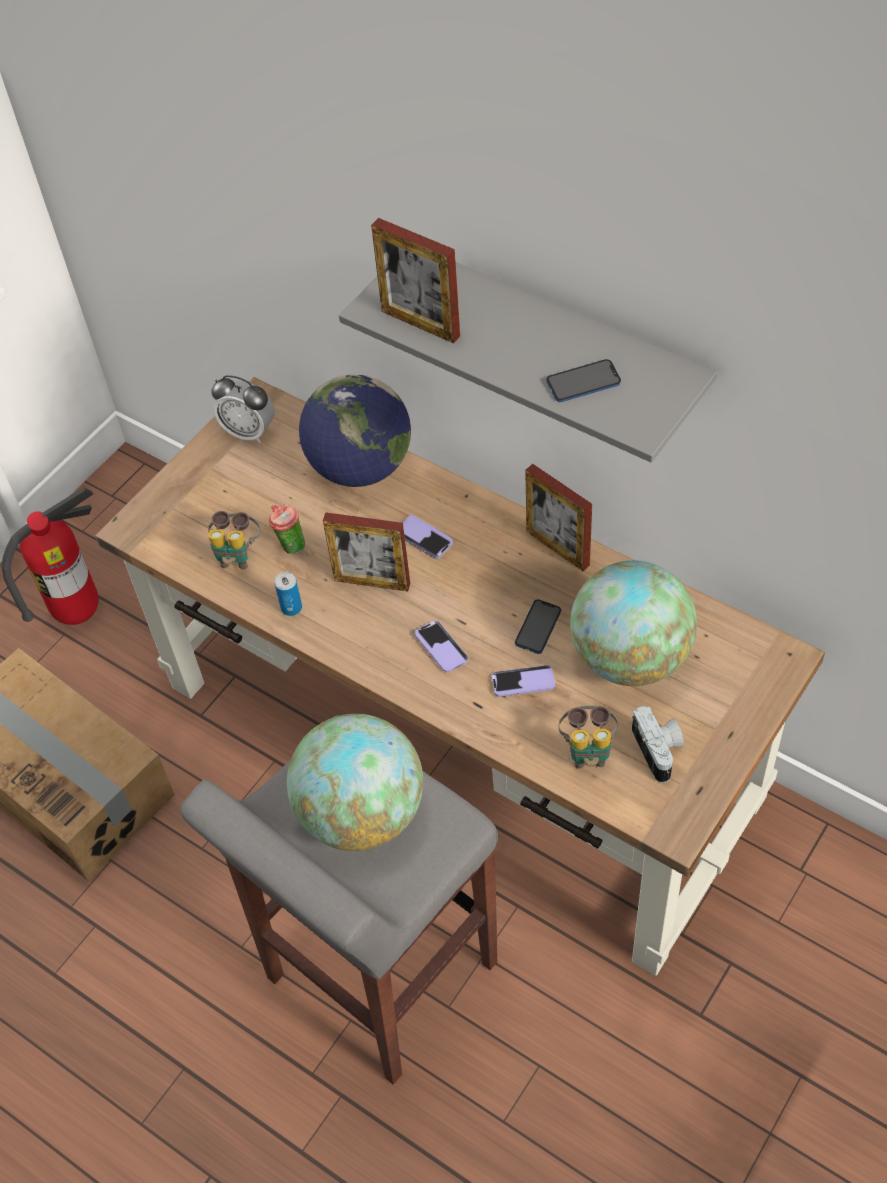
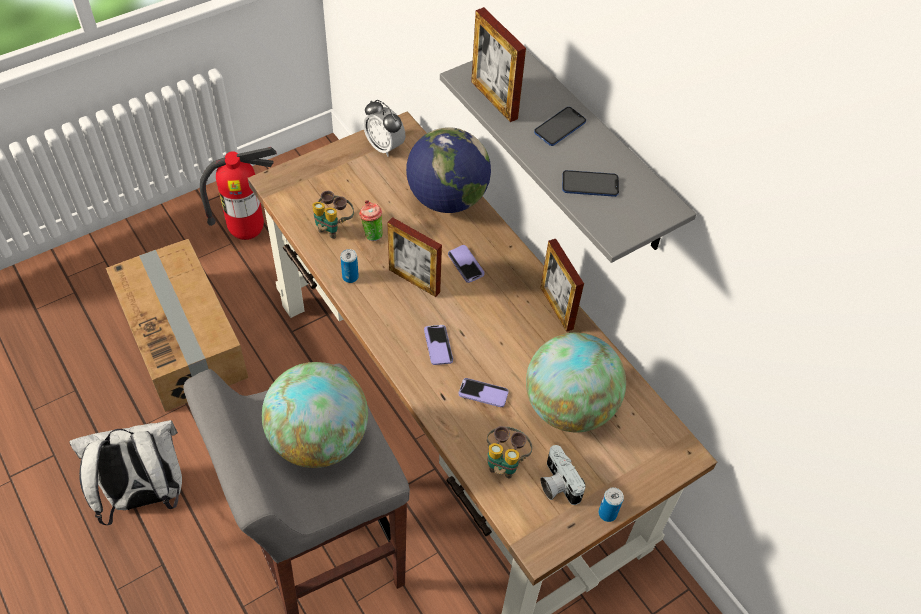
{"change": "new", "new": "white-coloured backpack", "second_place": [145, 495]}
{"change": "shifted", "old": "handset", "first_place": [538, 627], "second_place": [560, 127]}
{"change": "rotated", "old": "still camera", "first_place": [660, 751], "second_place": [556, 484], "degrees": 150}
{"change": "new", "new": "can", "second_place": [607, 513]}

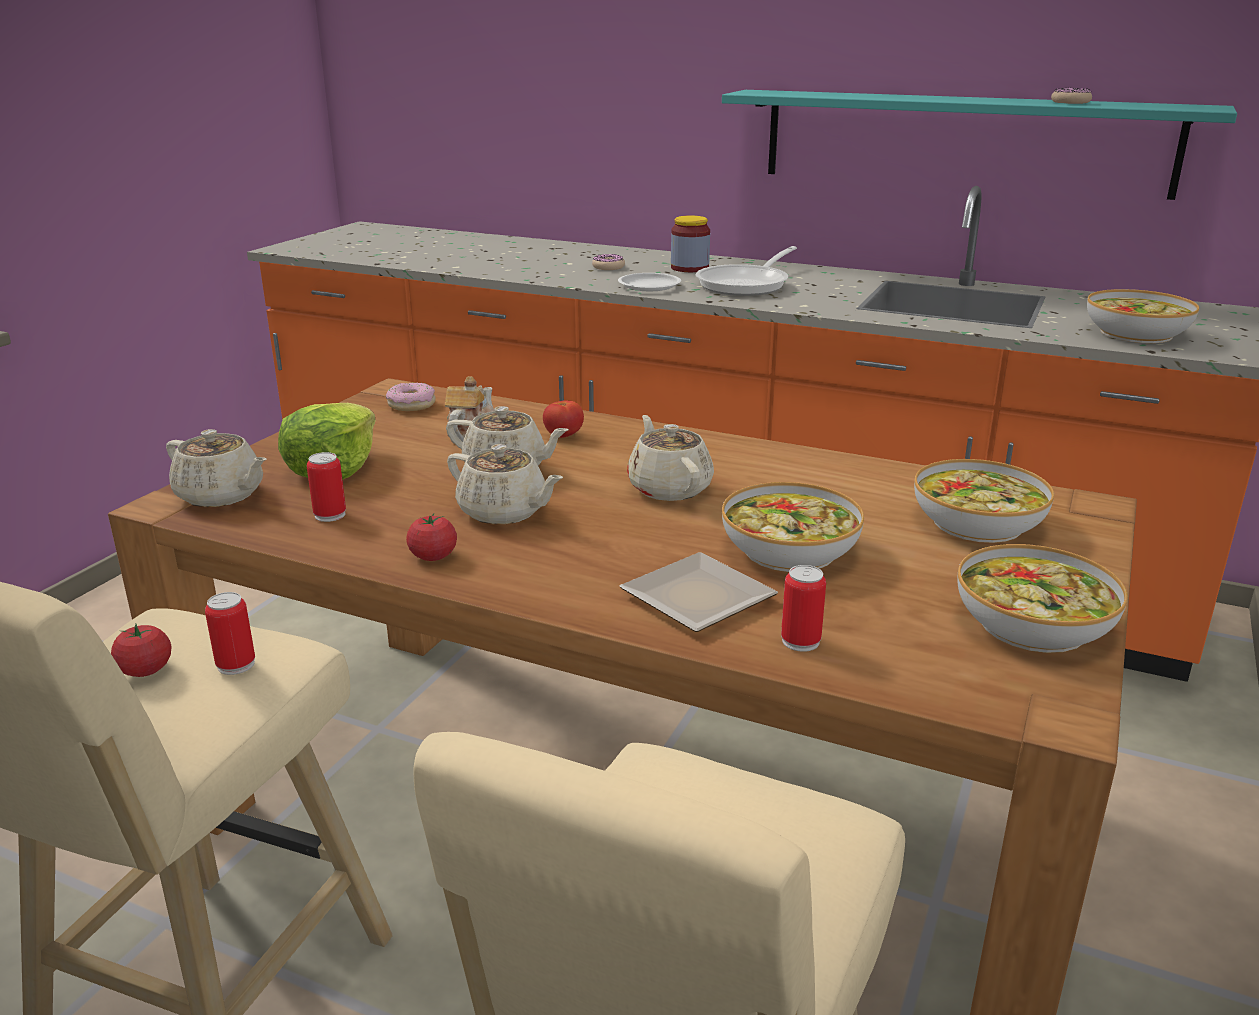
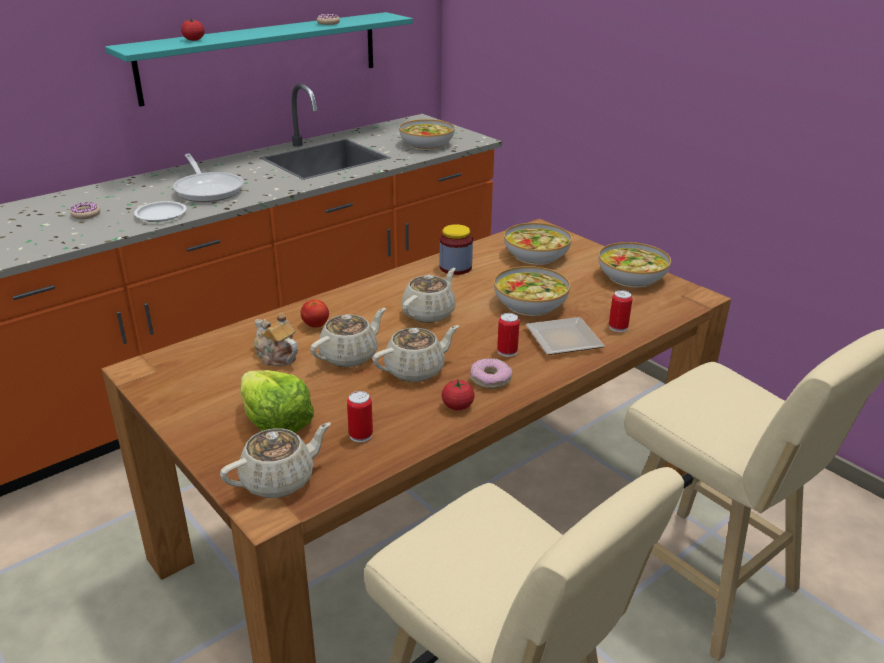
{"change": "shifted", "old": "tomato", "first_place": [145, 670], "second_place": [194, 40]}
{"change": "rotated", "old": "beige-coloured pot for tea", "first_place": [669, 488], "second_place": [429, 313], "degrees": 120}
{"change": "shifted", "old": "jar", "first_place": [689, 268], "second_place": [455, 267]}
{"change": "shifted", "old": "doughnut", "first_place": [412, 404], "second_place": [490, 379]}
{"change": "shifted", "old": "can", "first_place": [236, 664], "second_place": [507, 351]}

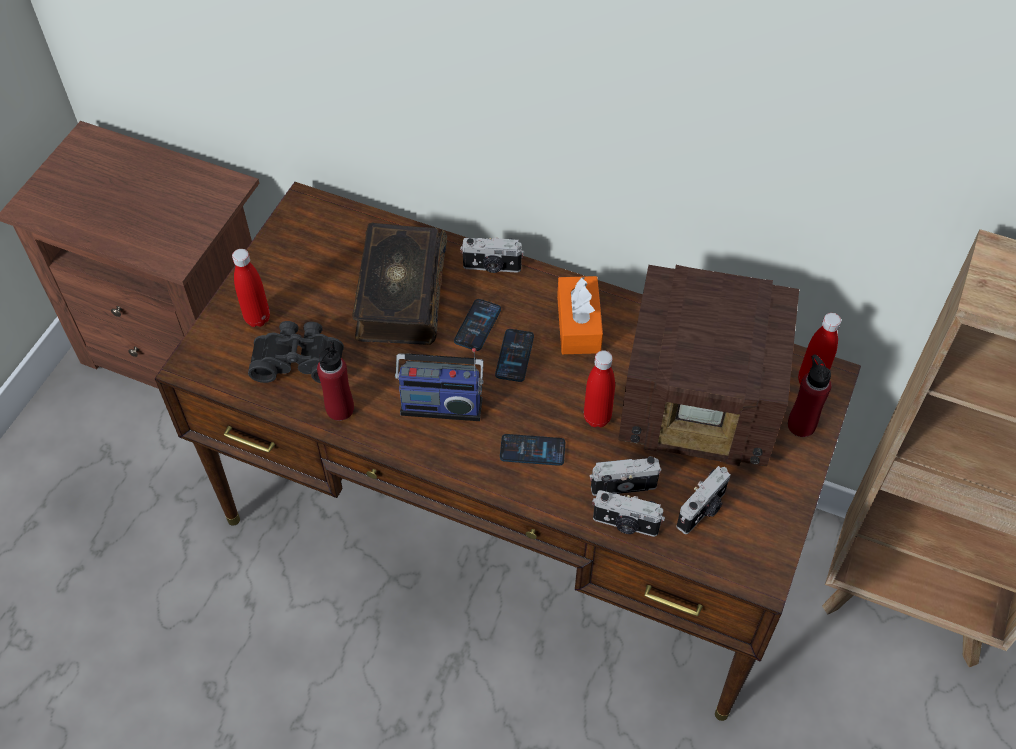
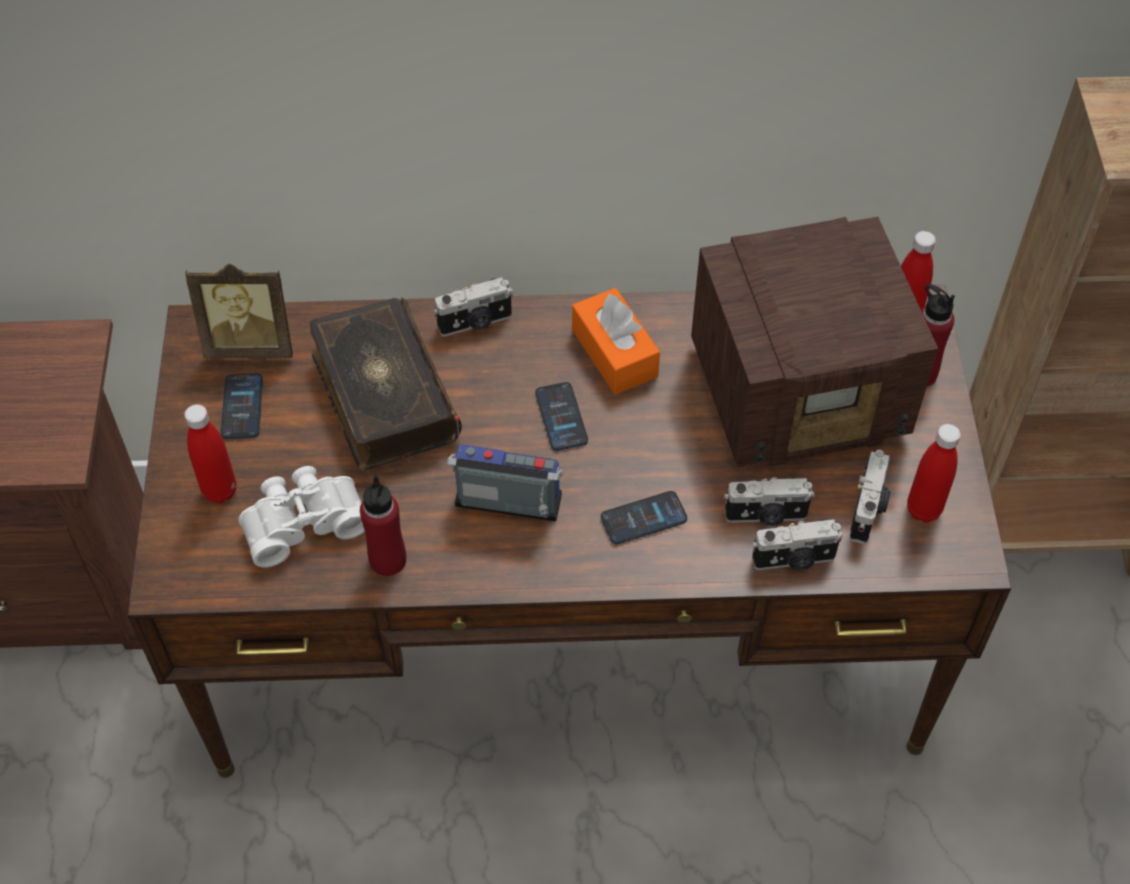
{"change": "new", "new": "photo frame", "second_place": [251, 344]}
{"change": "shifted", "old": "handset", "first_place": [477, 325], "second_place": [242, 407]}
{"change": "repainted", "old": "black binoculars", "new": "white-coloured binoculars", "first_place": [299, 359], "second_place": [303, 521]}
{"change": "rotated", "old": "radio set", "first_place": [441, 403], "second_place": [507, 506], "degrees": -150}
{"change": "rotated", "old": "still camera", "first_place": [623, 484], "second_place": [766, 516], "degrees": -150}
{"change": "shifted", "old": "reddish bottle", "first_place": [597, 418], "second_place": [923, 510]}

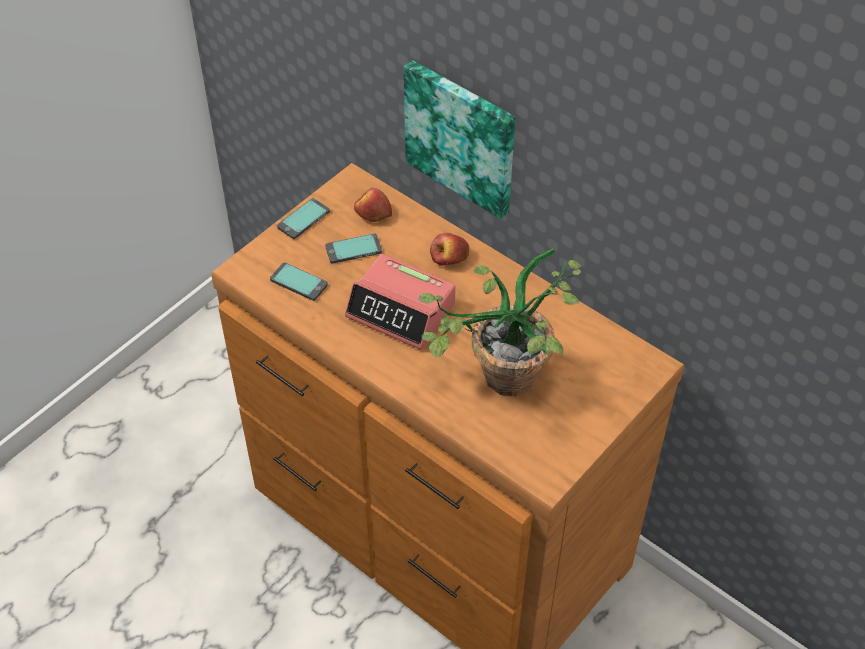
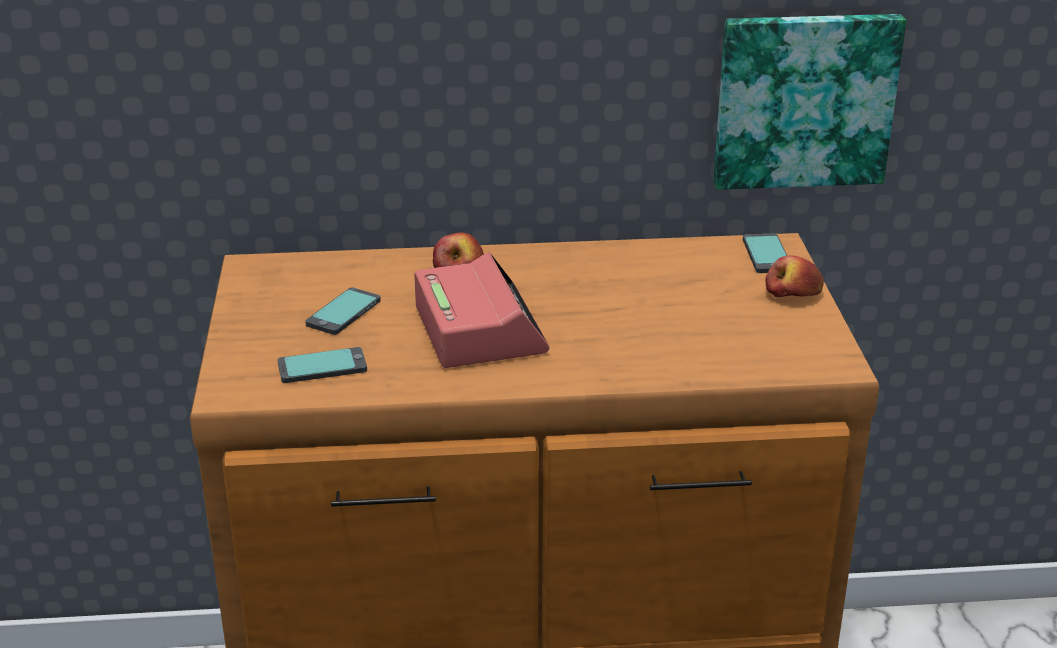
{"change": "rotated", "old": "table clock", "first_place": [401, 310], "second_place": [479, 329], "degrees": -90}
{"change": "shifted", "old": "picture", "first_place": [462, 137], "second_place": [804, 100]}
{"change": "shifted", "old": "handset", "first_place": [303, 219], "second_place": [767, 255]}
{"change": "shifted", "old": "apple fruit", "first_place": [372, 213], "second_place": [793, 294]}
{"change": "gone", "old": "houseplant", "first_place": [499, 384]}

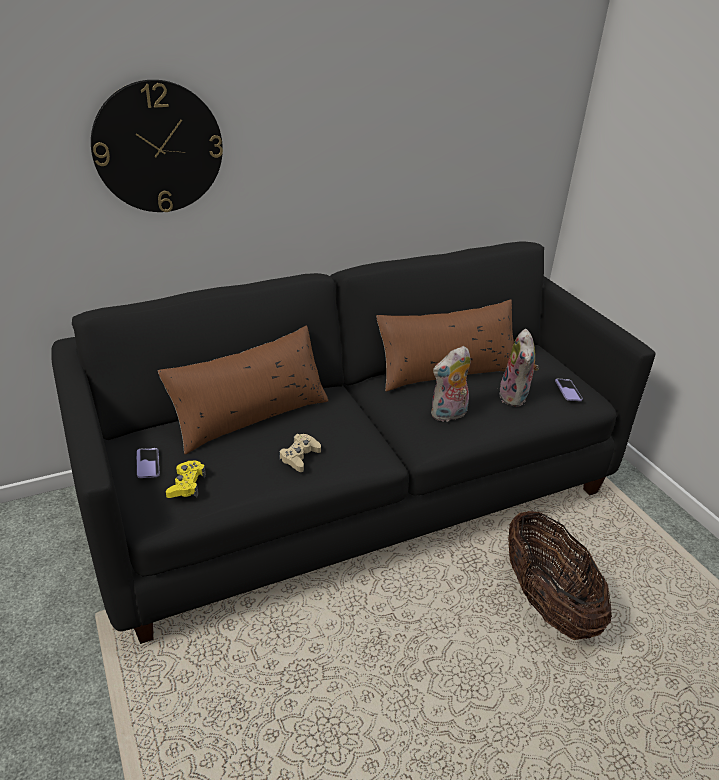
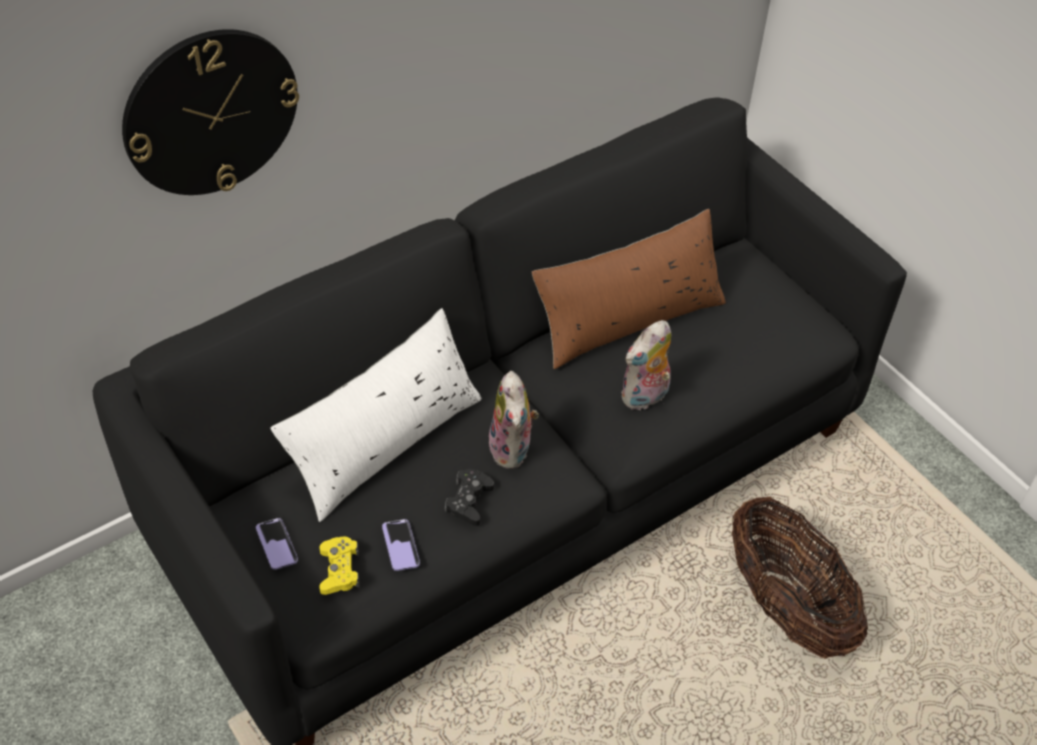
{"change": "repainted", "old": "brownish throw pillow", "new": "white-coloured throw pillow", "first_place": [250, 416], "second_place": [385, 443]}
{"change": "shifted", "old": "handset", "first_place": [568, 391], "second_place": [400, 546]}
{"change": "repainted", "old": "beige-coloured gamepad", "new": "black gamepad", "first_place": [299, 457], "second_place": [469, 501]}
{"change": "shifted", "old": "soft toy", "first_place": [515, 397], "second_place": [513, 450]}

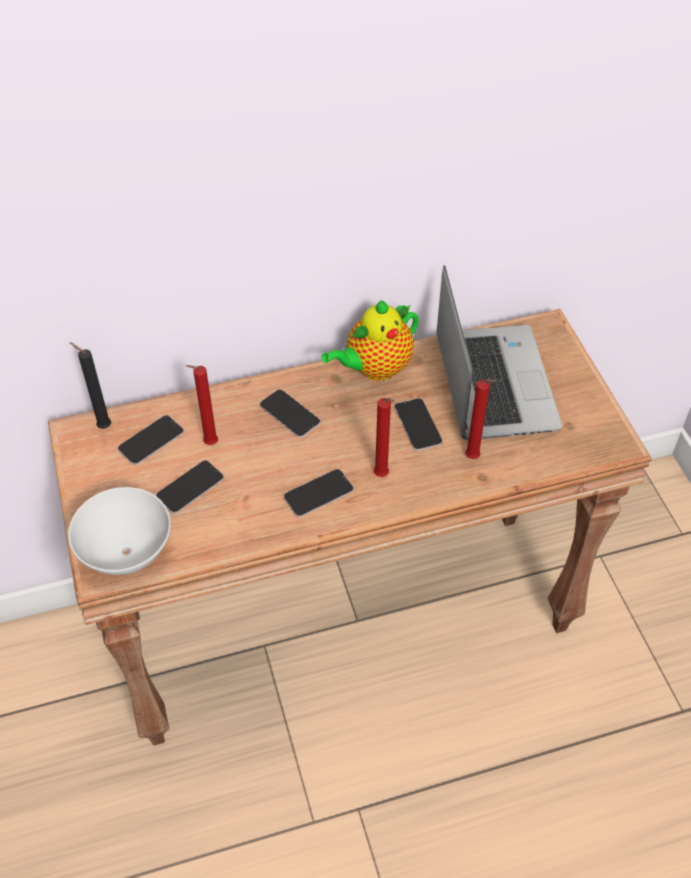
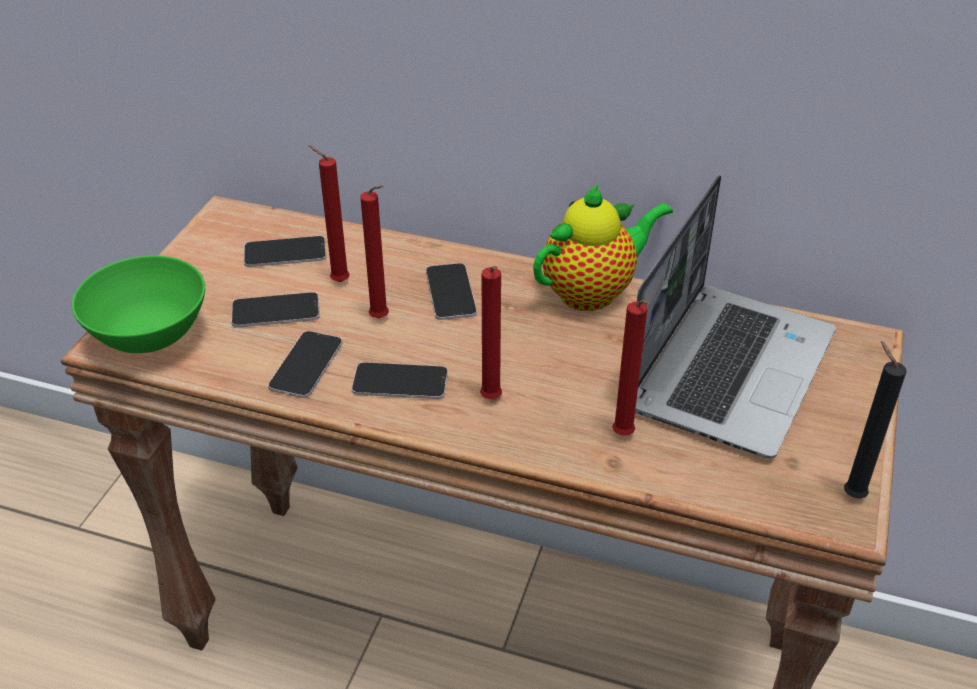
{"change": "repainted", "old": "white-coloured bowl", "new": "greenish bowl", "first_place": [127, 552], "second_place": [152, 339]}
{"change": "shifted", "old": "handset", "first_place": [418, 425], "second_place": [306, 365]}
{"change": "new", "new": "reddish candle", "second_place": [382, 319]}
{"change": "rotated", "old": "pot for tea", "first_place": [375, 369], "second_place": [593, 292], "degrees": 150}
{"change": "shifted", "old": "black candle", "first_place": [102, 426], "second_place": [850, 494]}

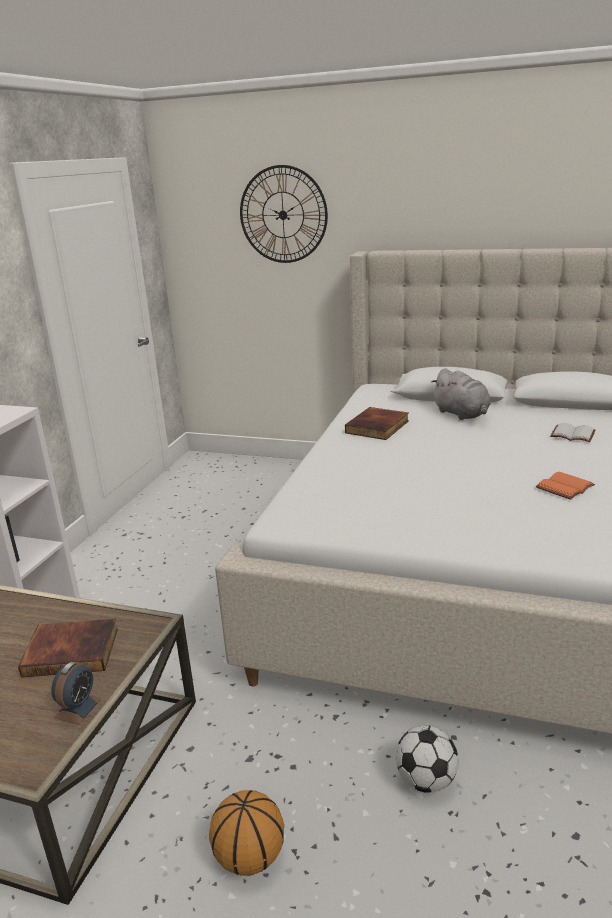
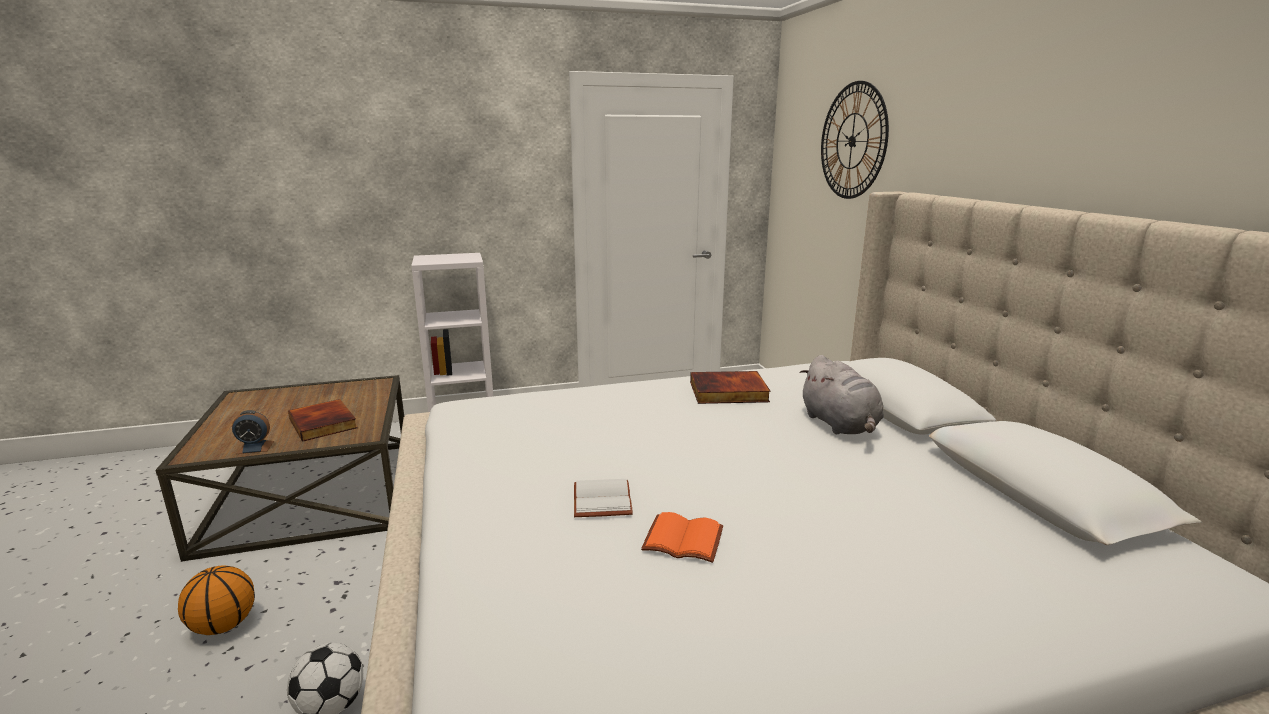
{"change": "shifted", "old": "white-coloured bound book", "first_place": [571, 435], "second_place": [600, 499]}
{"change": "rotated", "old": "greyish soft toy", "first_place": [462, 414], "second_place": [840, 425], "degrees": -45}

